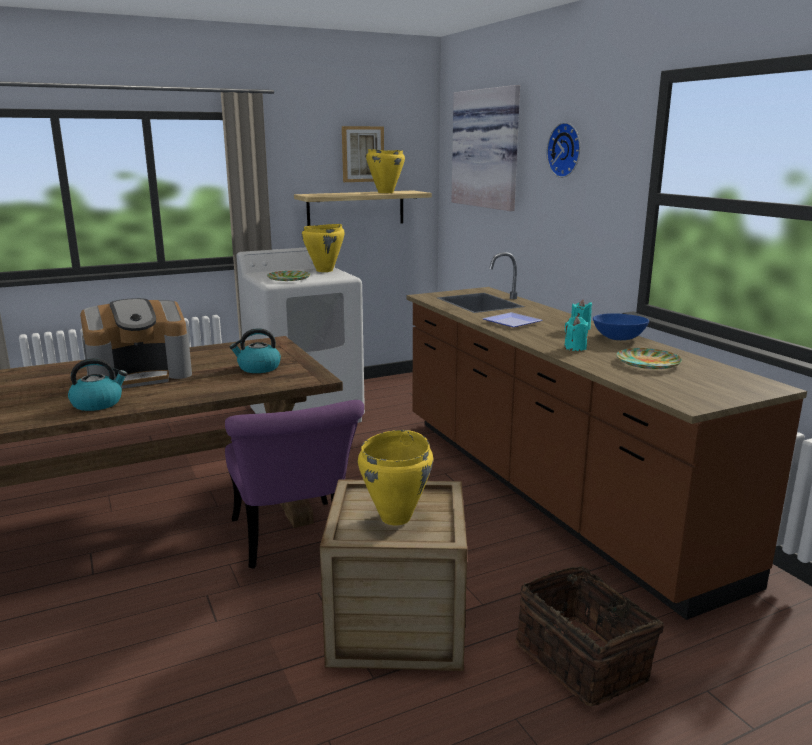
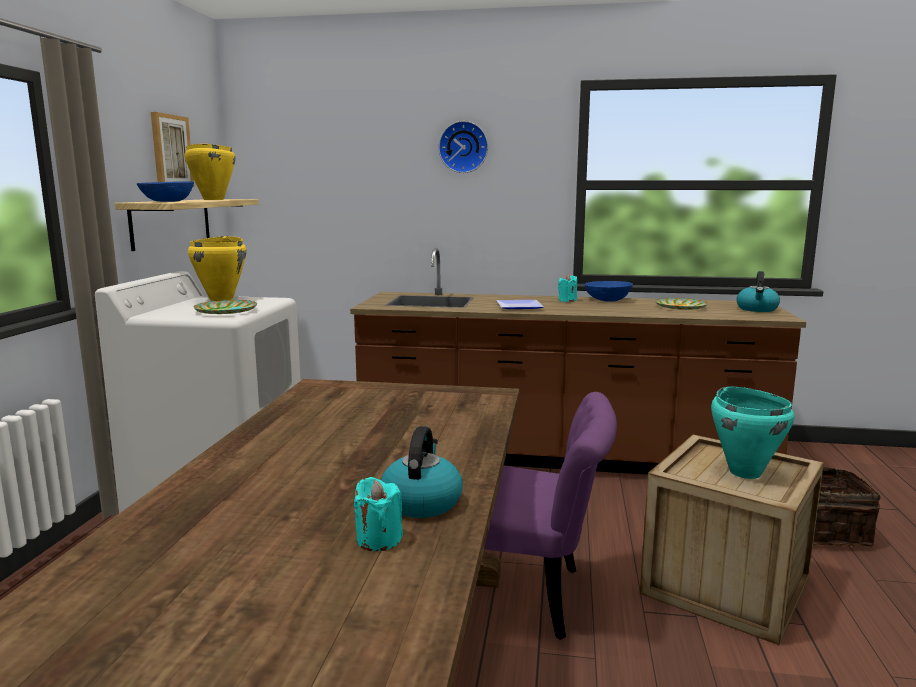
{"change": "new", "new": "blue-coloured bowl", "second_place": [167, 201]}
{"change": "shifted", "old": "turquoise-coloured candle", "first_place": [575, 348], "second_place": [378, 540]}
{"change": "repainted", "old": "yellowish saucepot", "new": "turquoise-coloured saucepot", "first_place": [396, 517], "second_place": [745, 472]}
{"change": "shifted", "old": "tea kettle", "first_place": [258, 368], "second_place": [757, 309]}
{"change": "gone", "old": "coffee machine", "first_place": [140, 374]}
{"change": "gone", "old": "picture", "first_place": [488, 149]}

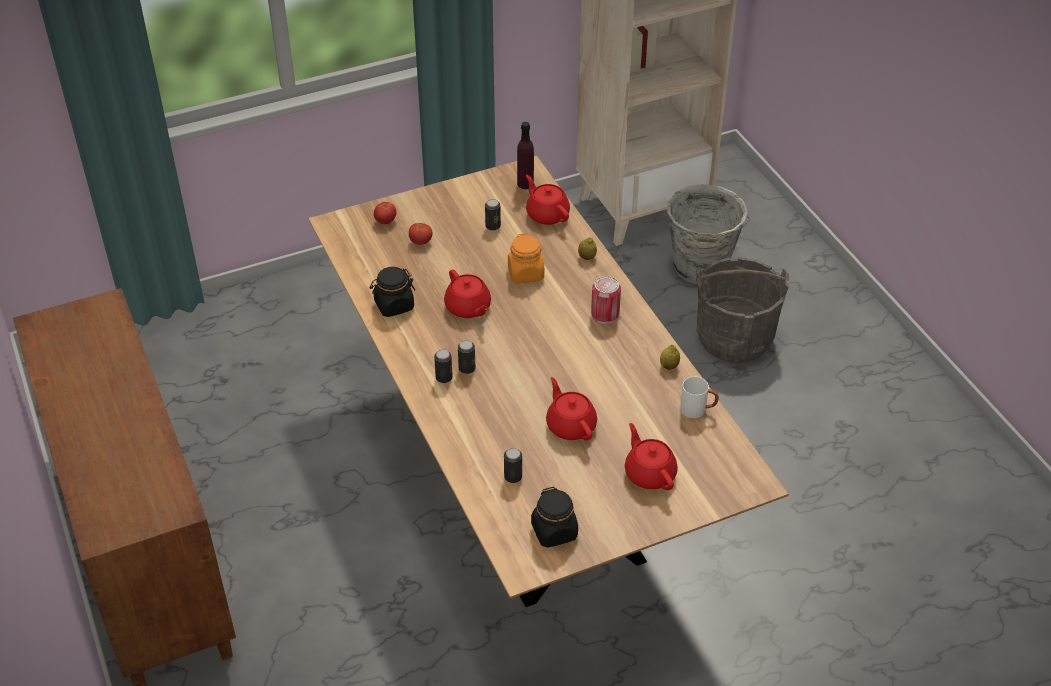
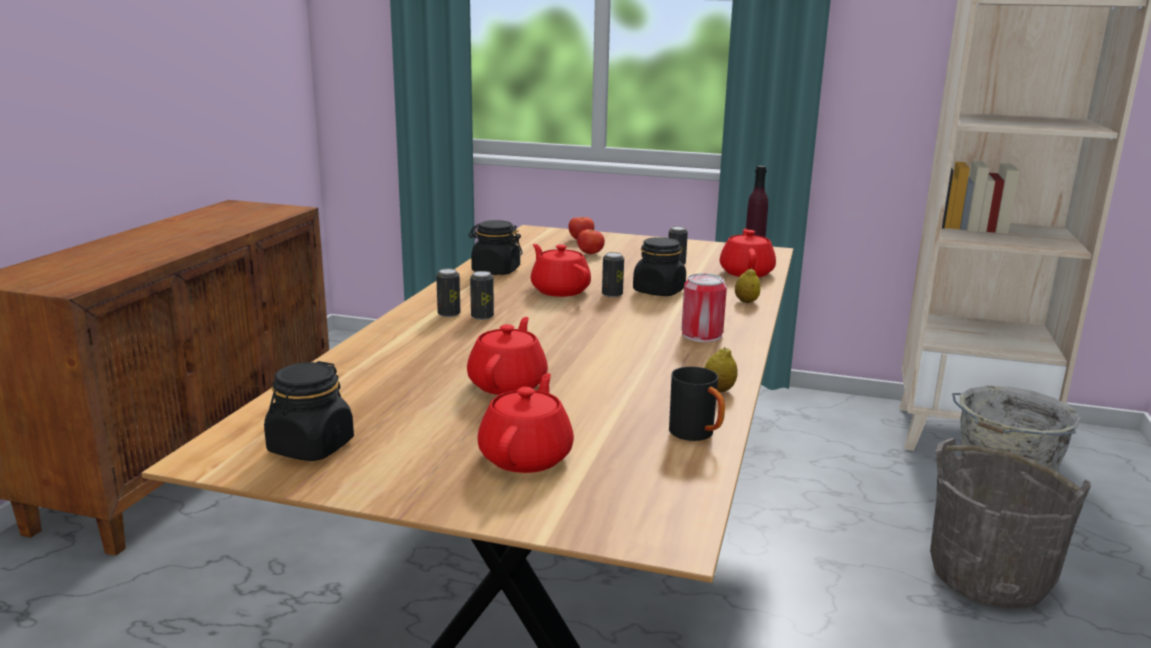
{"change": "rotated", "old": "reddish pot for tea", "first_place": [468, 308], "second_place": [560, 290], "degrees": 135}
{"change": "shifted", "old": "can", "first_place": [513, 477], "second_place": [612, 294]}
{"change": "repainted", "old": "orange-coloured jar", "new": "black jar", "first_place": [526, 273], "second_place": [658, 291]}
{"change": "repainted", "old": "white-coloured tea mug", "new": "black tea mug", "first_place": [698, 410], "second_place": [697, 435]}

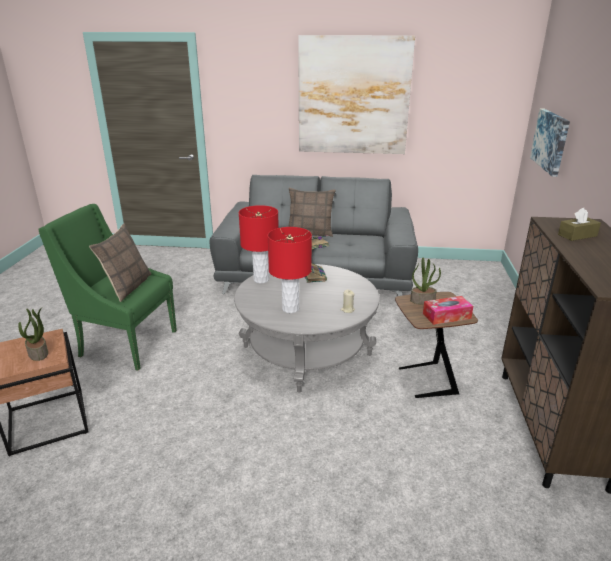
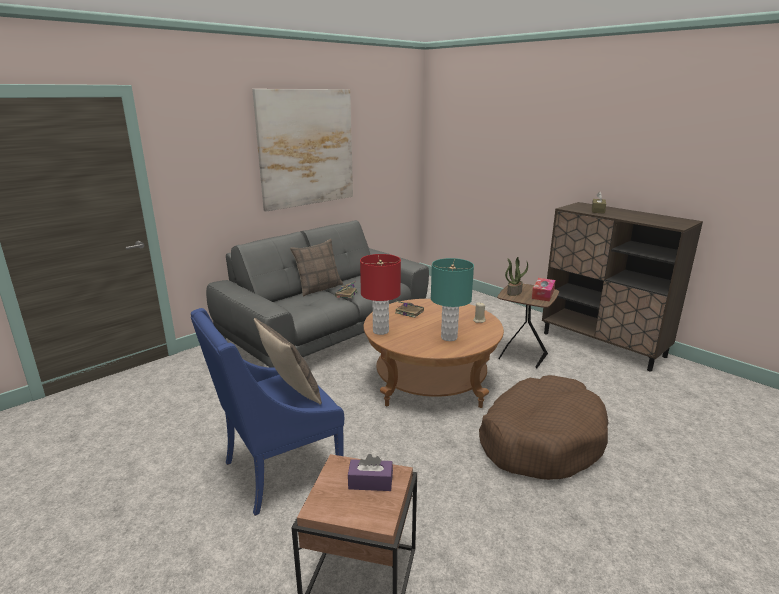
{"change": "repainted", "old": "greenish easy chair", "new": "blue-coloured easy chair", "first_place": [125, 343], "second_place": [278, 471]}
{"change": "swapped", "old": "houseplant", "new": "purplish tissue holder", "first_place": [39, 353], "second_place": [370, 482]}
{"change": "repainted", "old": "greyish lounge table", "new": "brownish lounge table", "first_place": [307, 351], "second_place": [430, 381]}
{"change": "repainted", "old": "reddish table lamp", "new": "turquoise-coloured table lamp", "first_place": [290, 309], "second_place": [449, 337]}
{"change": "new", "new": "brownish dog bed", "second_place": [540, 439]}
{"change": "gone", "old": "picture", "first_place": [551, 141]}

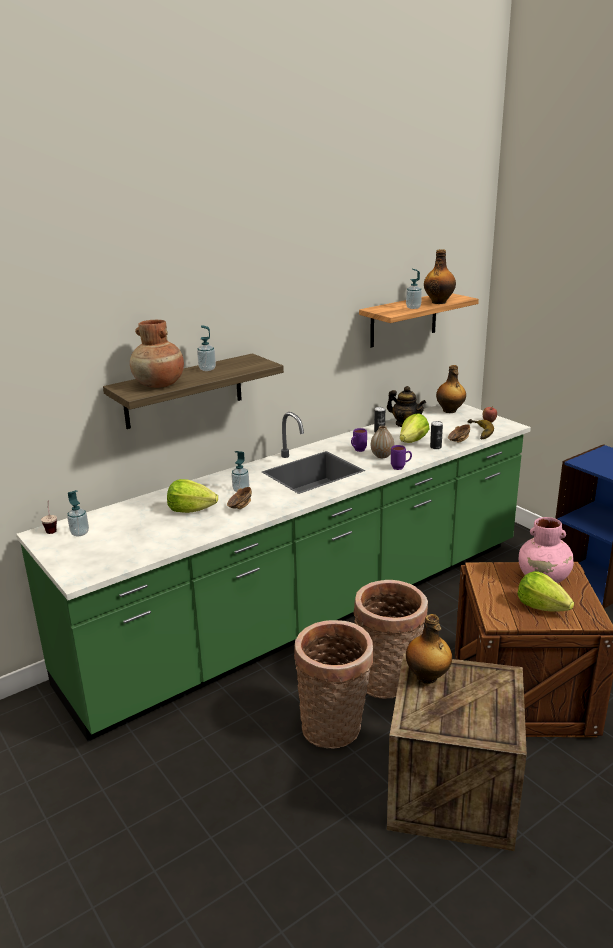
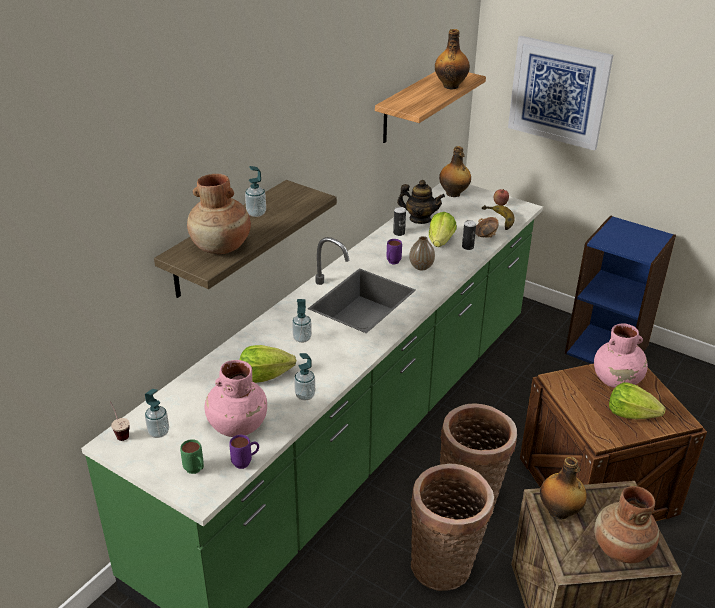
{"change": "new", "new": "greenish tea mug", "second_place": [196, 471]}
{"change": "new", "new": "pink-coloured vase", "second_place": [237, 425]}
{"change": "shifted", "old": "purplish tea mug", "first_place": [401, 468], "second_place": [246, 463]}
{"change": "shifted", "old": "soap dispenser", "first_place": [413, 307], "second_place": [305, 395]}
{"change": "new", "new": "picture", "second_place": [558, 92]}
{"change": "new", "new": "brownish vase", "second_place": [621, 549]}
{"change": "gone", "old": "bowl", "first_place": [239, 507]}

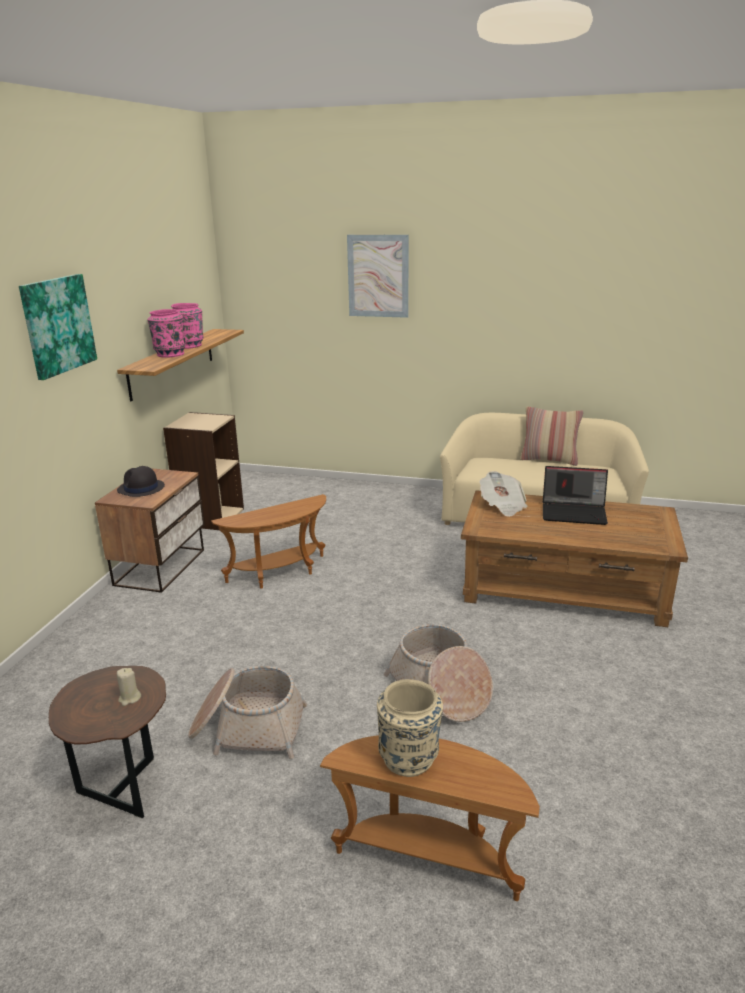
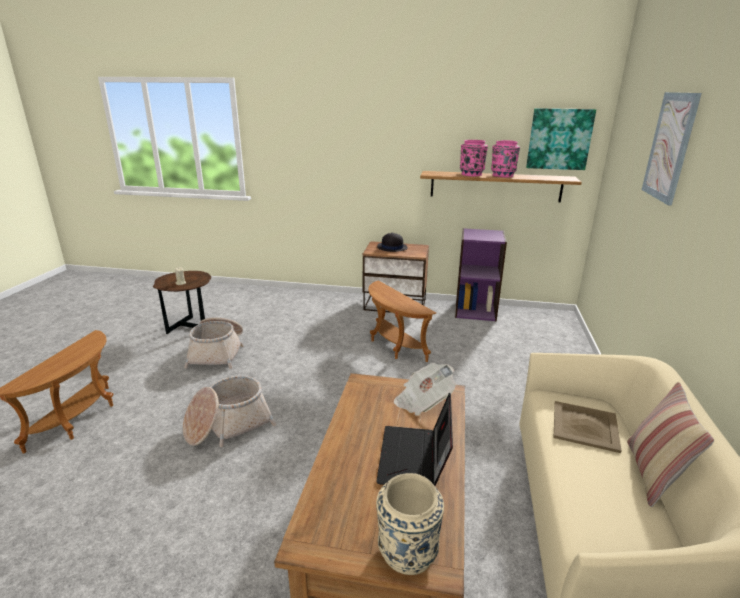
{"change": "shifted", "old": "beige-coloured vase", "first_place": [409, 758], "second_place": [407, 553]}
{"change": "repainted", "old": "beige-coloured bookshelf", "new": "purplish bookshelf", "first_place": [210, 517], "second_place": [475, 311]}
{"change": "shifted", "old": "picture", "first_place": [57, 325], "second_place": [559, 139]}
{"change": "new", "new": "beige-coloured tray", "second_place": [585, 427]}

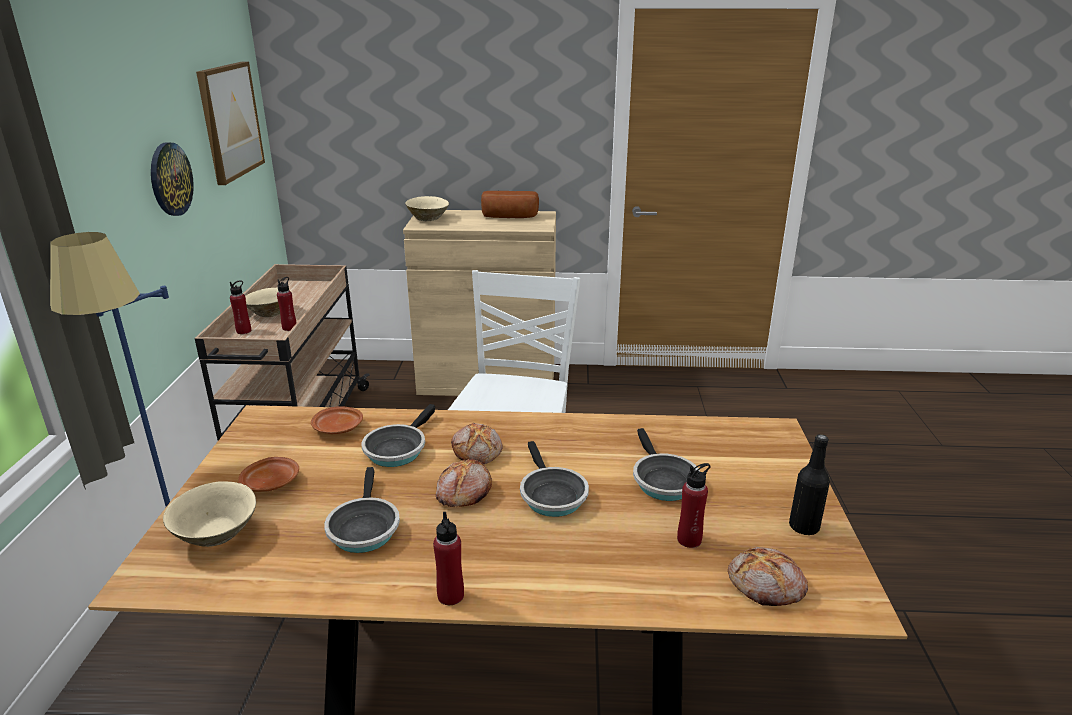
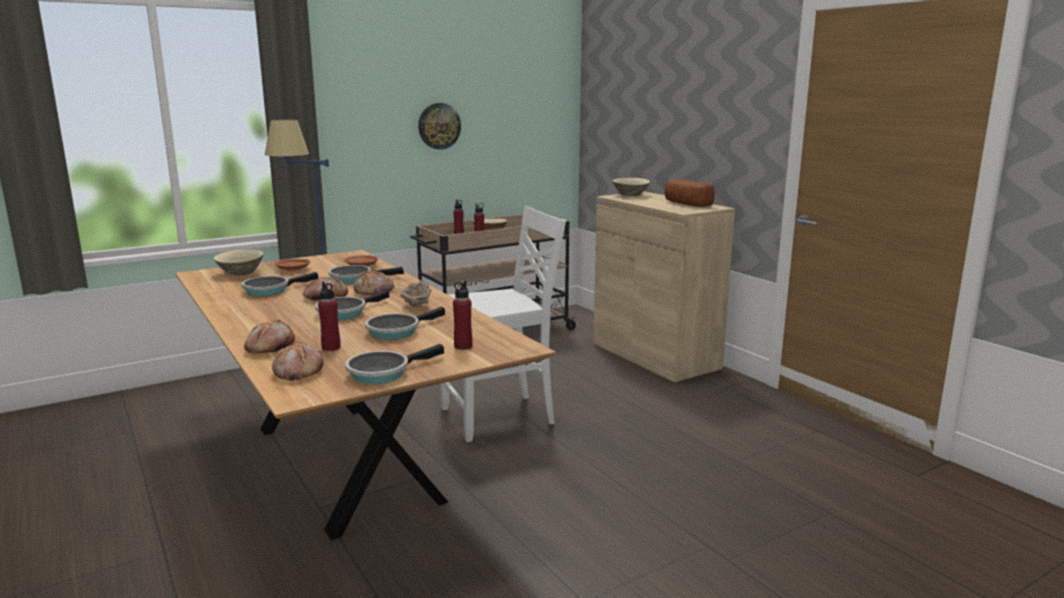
{"change": "new", "new": "bread", "second_place": [269, 347]}
{"change": "swapped", "old": "black bottle", "new": "frying pan", "first_place": [804, 527], "second_place": [383, 372]}
{"change": "new", "new": "beige-coloured bowl", "second_place": [416, 306]}
{"change": "shifted", "old": "reddish bottle", "first_place": [450, 595], "second_place": [463, 346]}
{"change": "gone", "old": "picture", "first_place": [230, 121]}

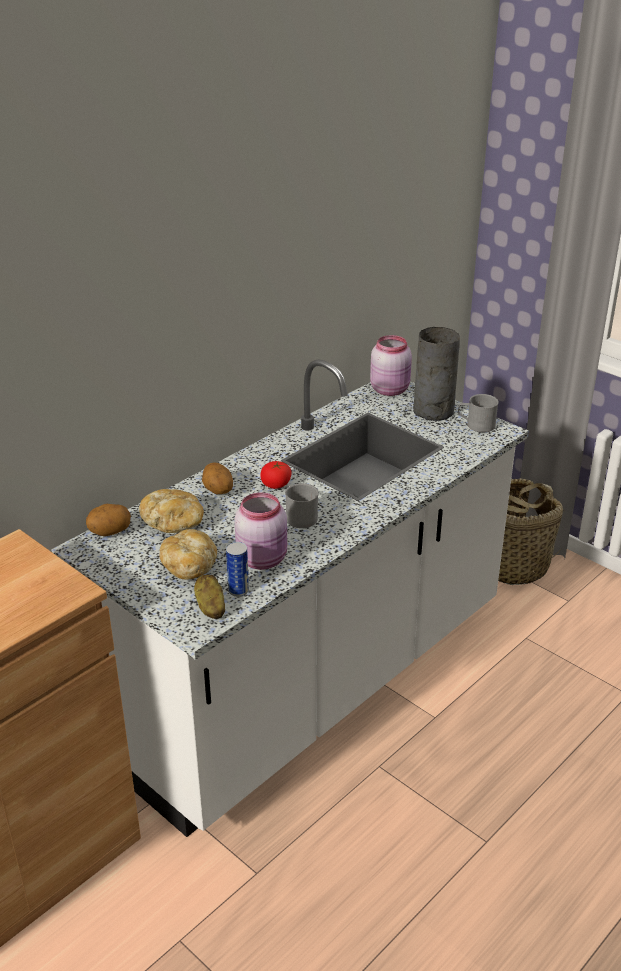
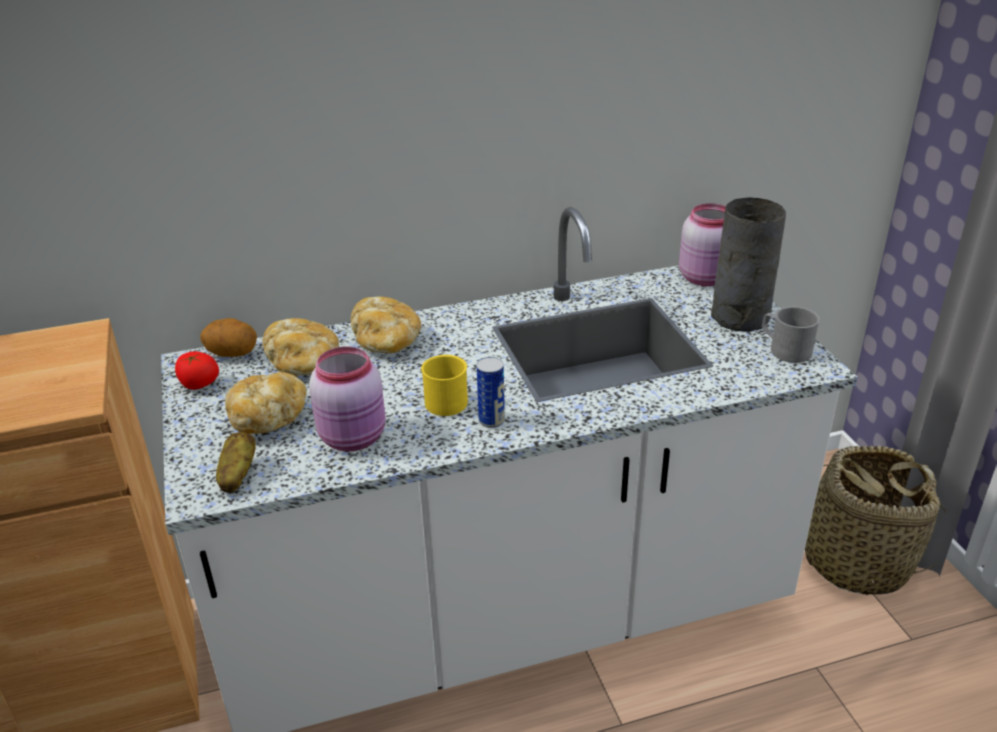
{"change": "shifted", "old": "tomato", "first_place": [276, 485], "second_place": [199, 384]}
{"change": "swapped", "old": "spud", "new": "bread", "first_place": [217, 491], "second_place": [387, 342]}
{"change": "repainted", "old": "greyish tea mug", "new": "yellowish tea mug", "first_place": [299, 516], "second_place": [447, 399]}
{"change": "shifted", "old": "can", "first_place": [238, 591], "second_place": [491, 421]}

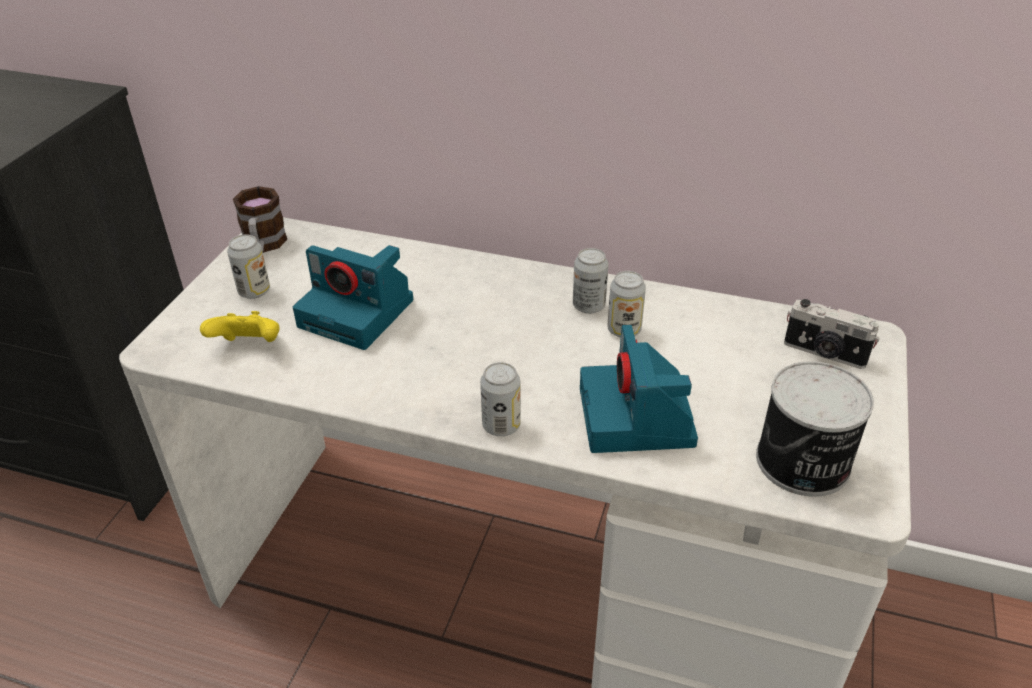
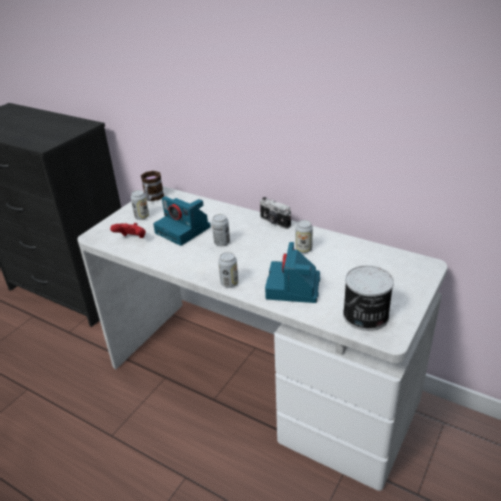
{"change": "repainted", "old": "yellowish gamepad", "new": "reddish gamepad", "first_place": [249, 347], "second_place": [132, 239]}
{"change": "shifted", "old": "can", "first_place": [588, 306], "second_place": [222, 243]}
{"change": "shifted", "old": "still camera", "first_place": [824, 353], "second_place": [274, 222]}

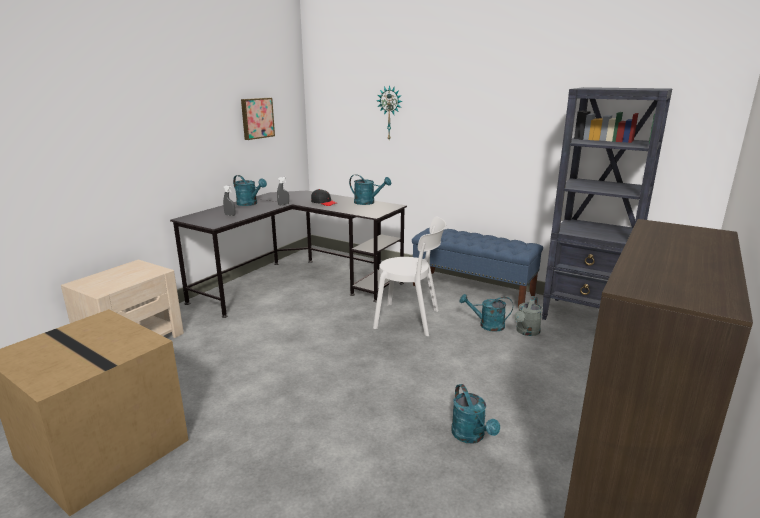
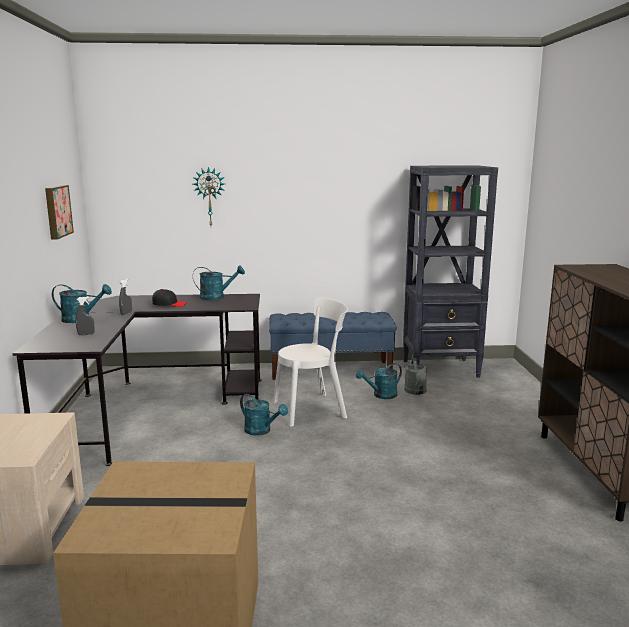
{"change": "shifted", "old": "turquoise-coloured watering pot", "first_place": [471, 436], "second_place": [261, 431]}

